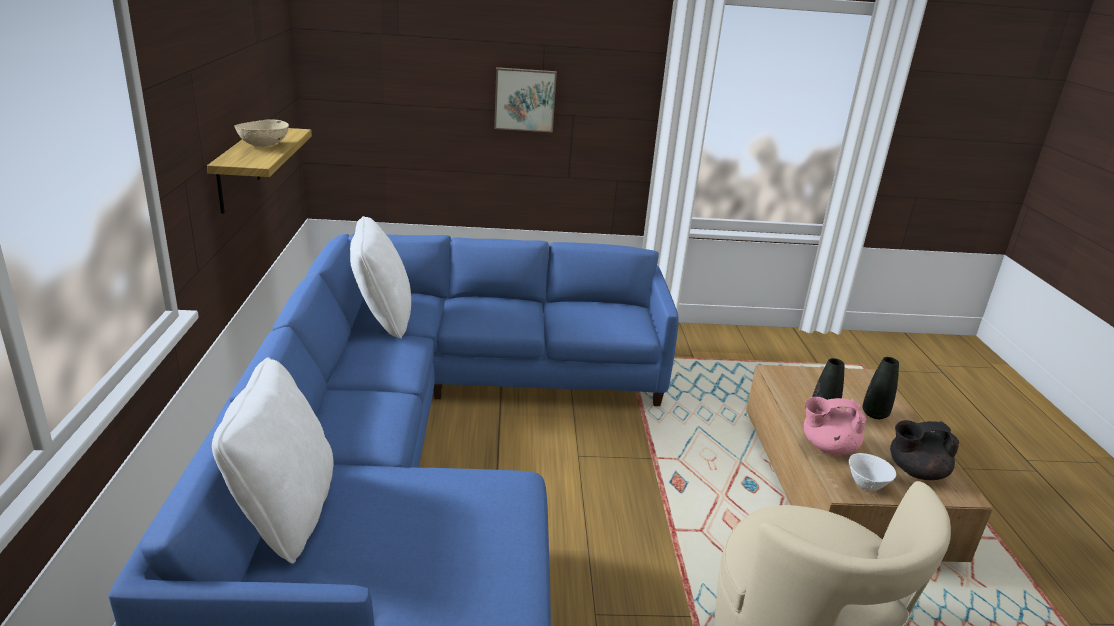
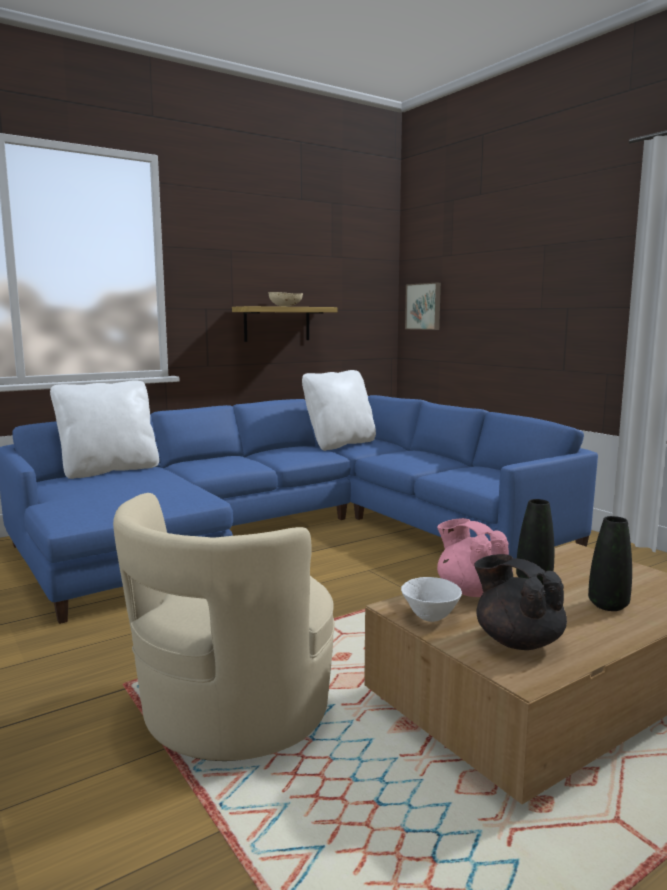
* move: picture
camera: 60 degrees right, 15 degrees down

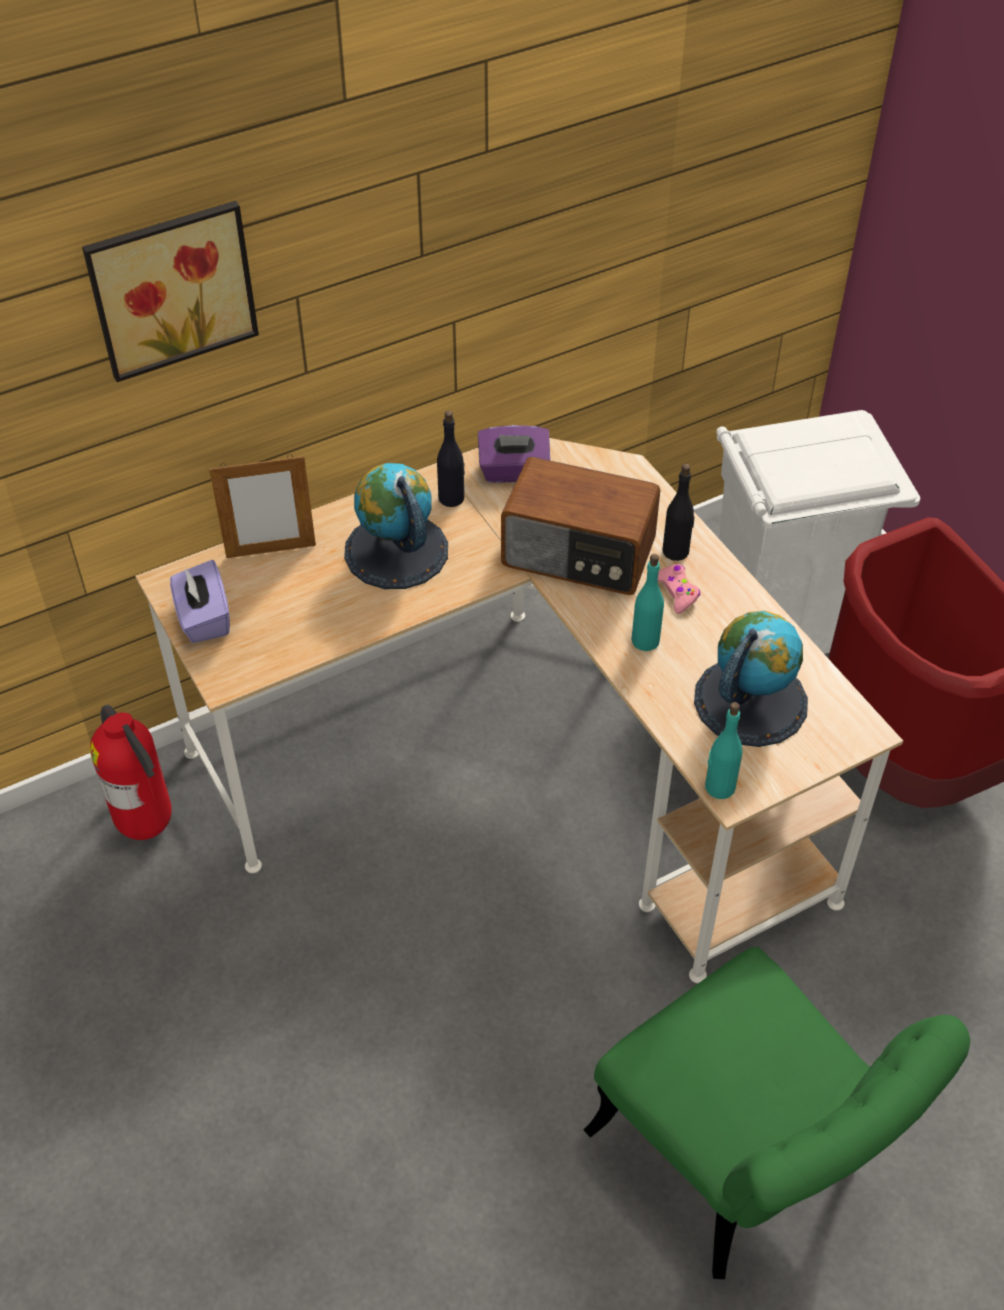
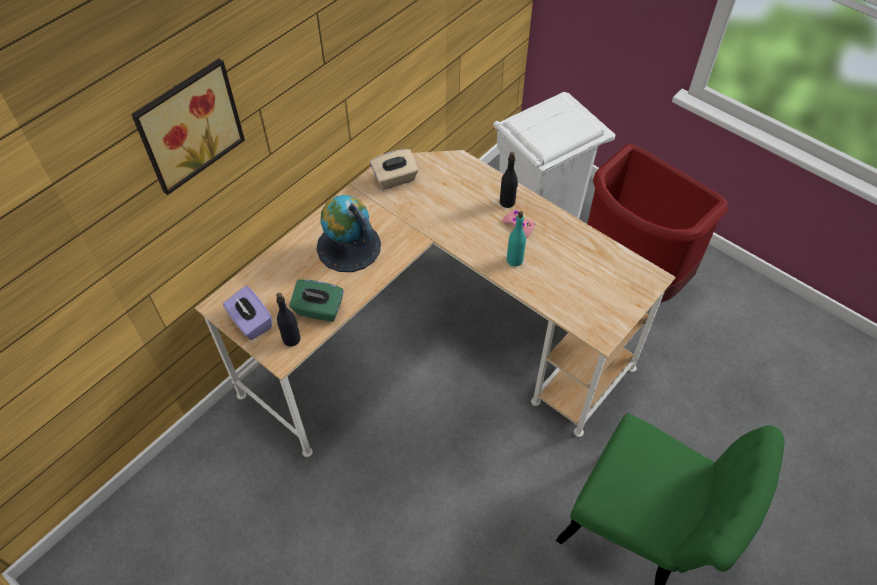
* move: drink bottle in black (1st from left)
* recolor: box of tissues in purple-coloured (2nd from left) to box of tissues in beige-coloured
* delete: standing frame
* delete: radio set
* delete: globe (2nd from left)
* delete: drink bottle in turquoise-coloured (2nd from left)
* delete: fire extinguisher
* insert: box of tissues in green
camera: 20 degrees left, 5 degrees up

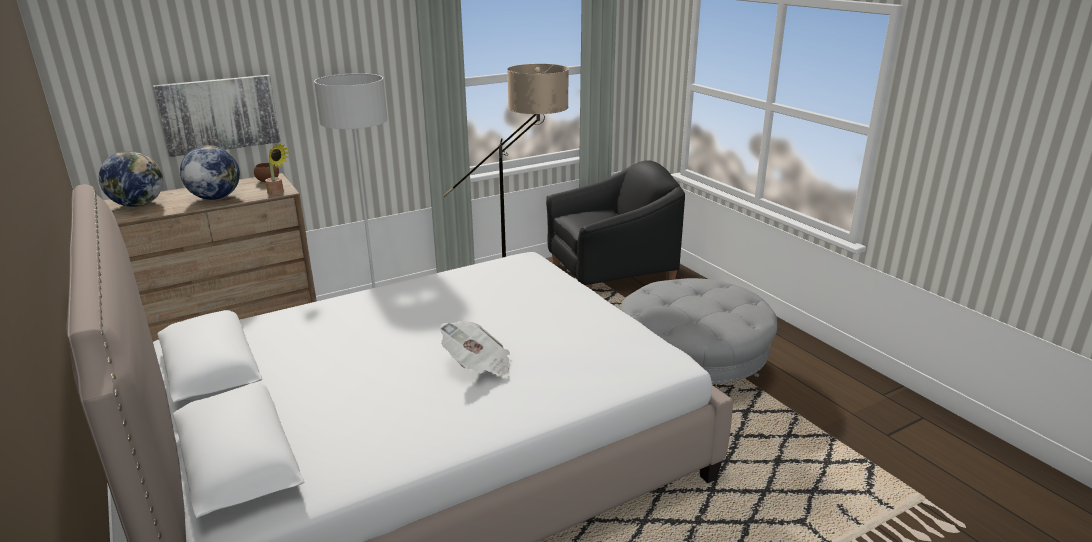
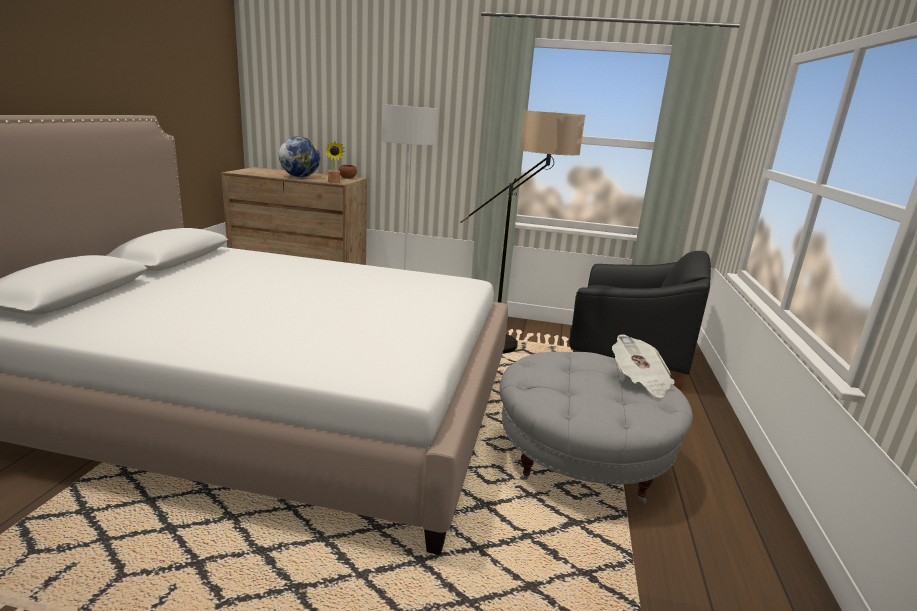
* delete: picture
* delete: globe (1st from left)
* move: printed paper
camera: 40 degrees right, 5 degrees down

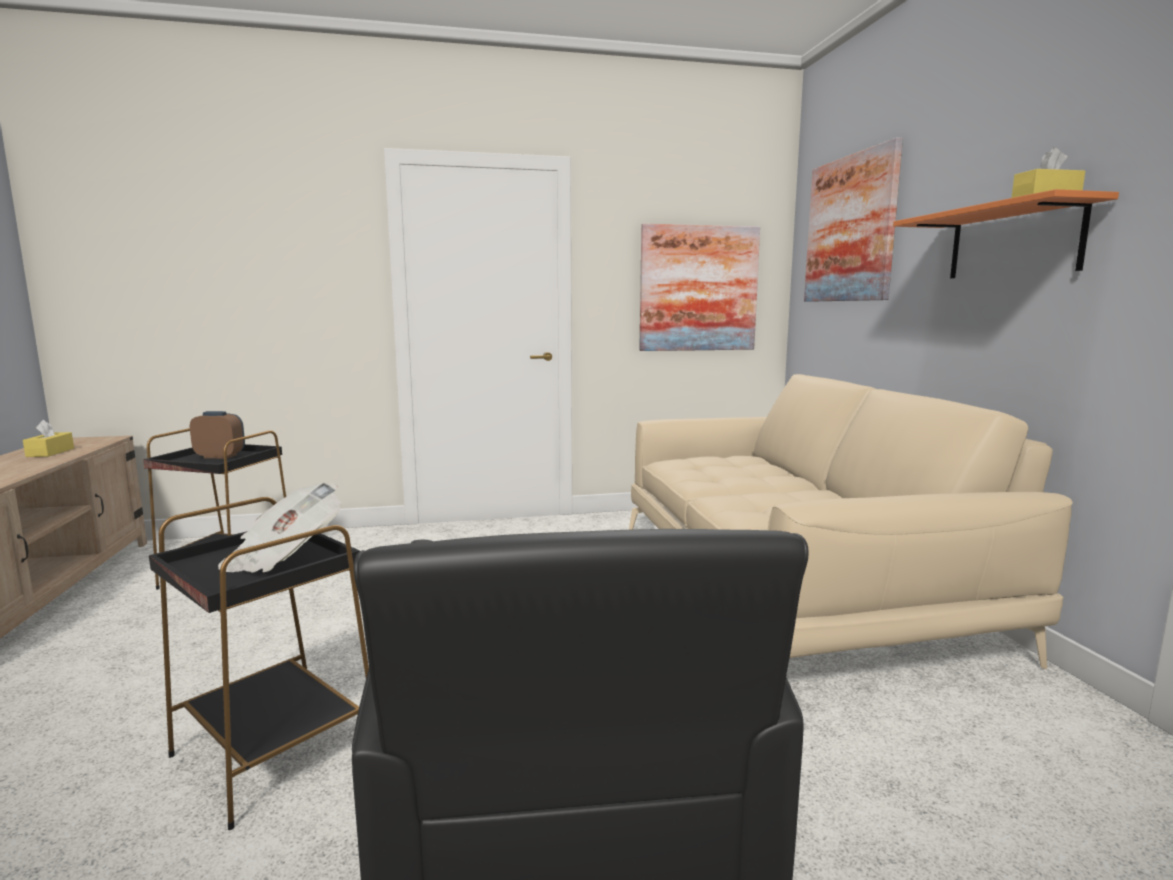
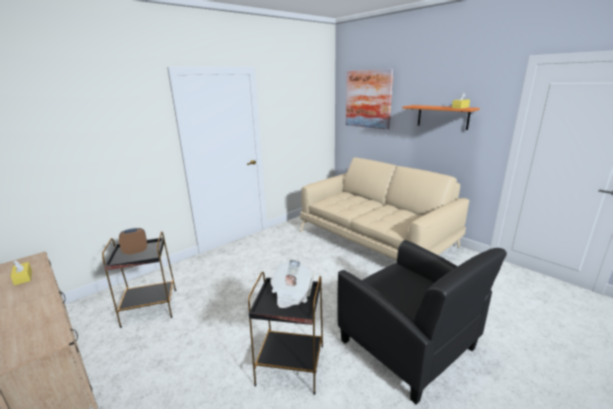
* delete: picture (1st from left)
camera: 30 degrees left, 10 degrees up

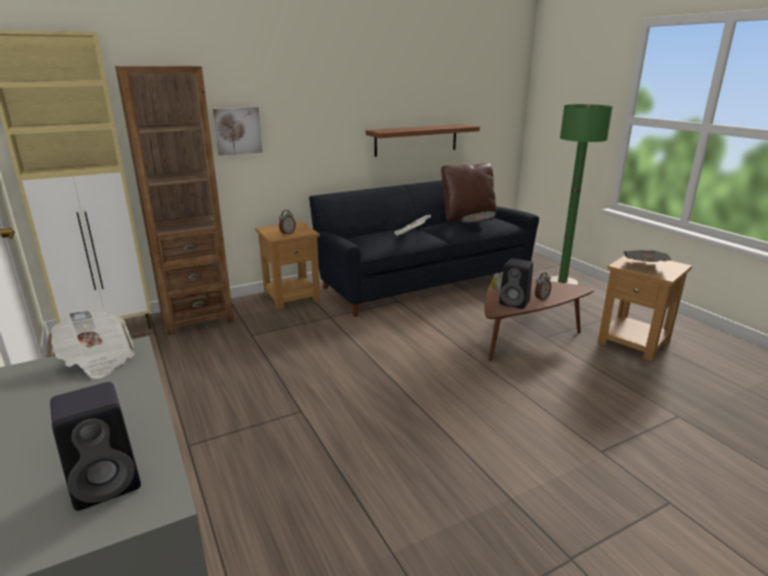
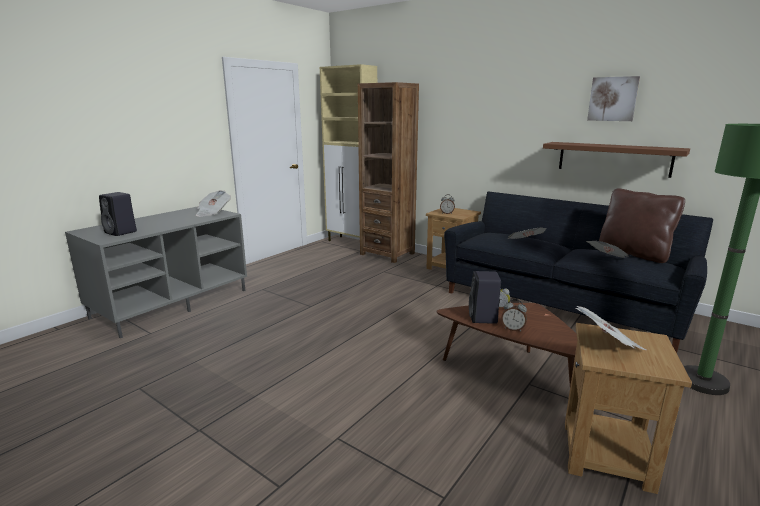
* move: picture
camera: 65 degrees right, 5 degrees down

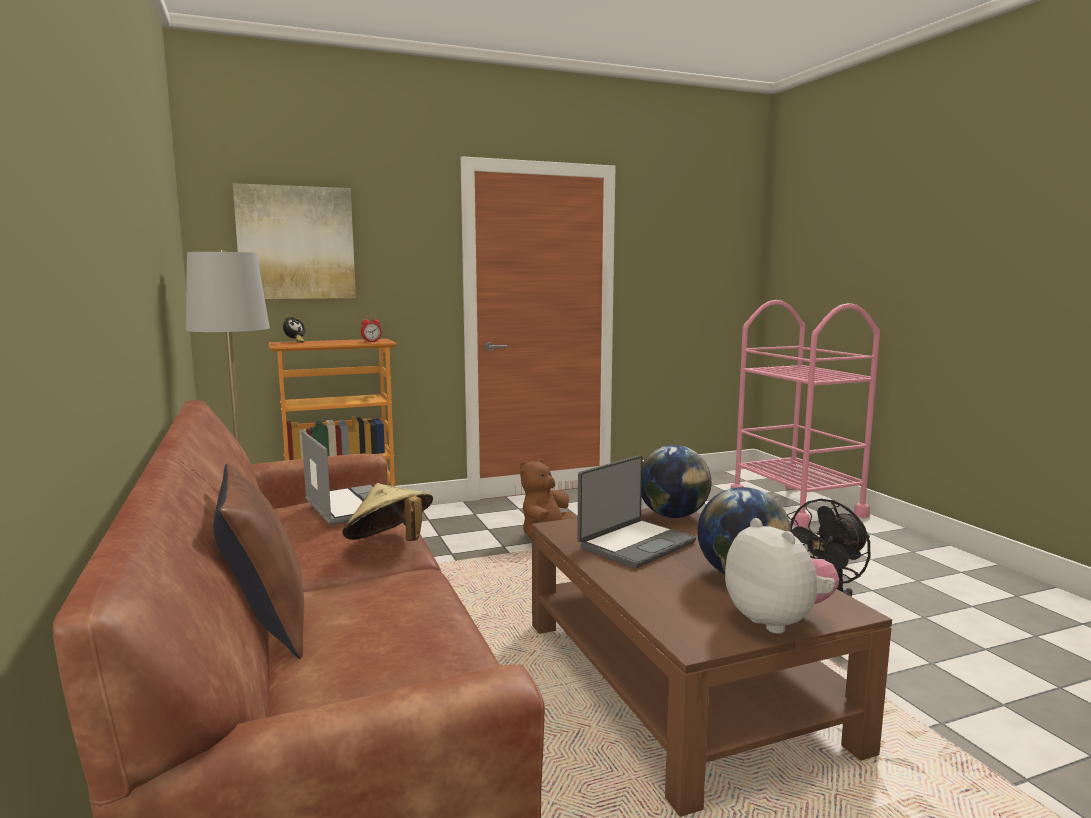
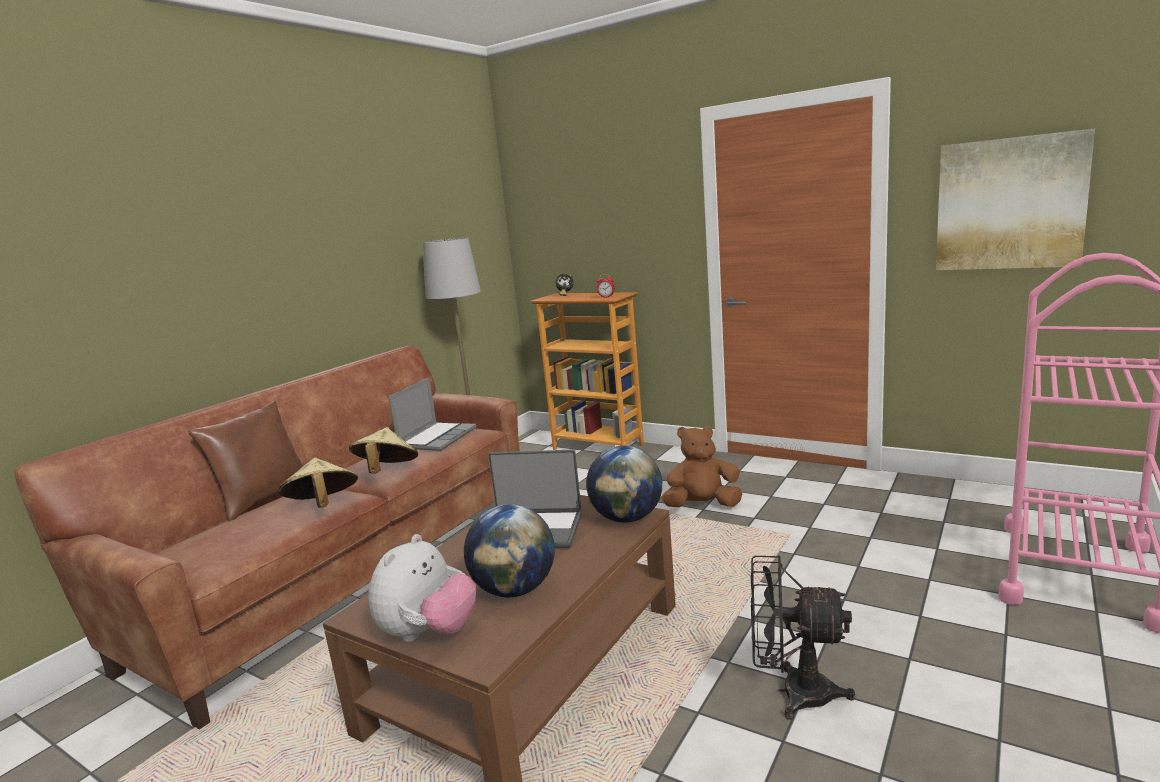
* move: picture
* insert: clothing hat in beige-coloured (1st from left)
camera: 55 degrees right, 5 degrees up

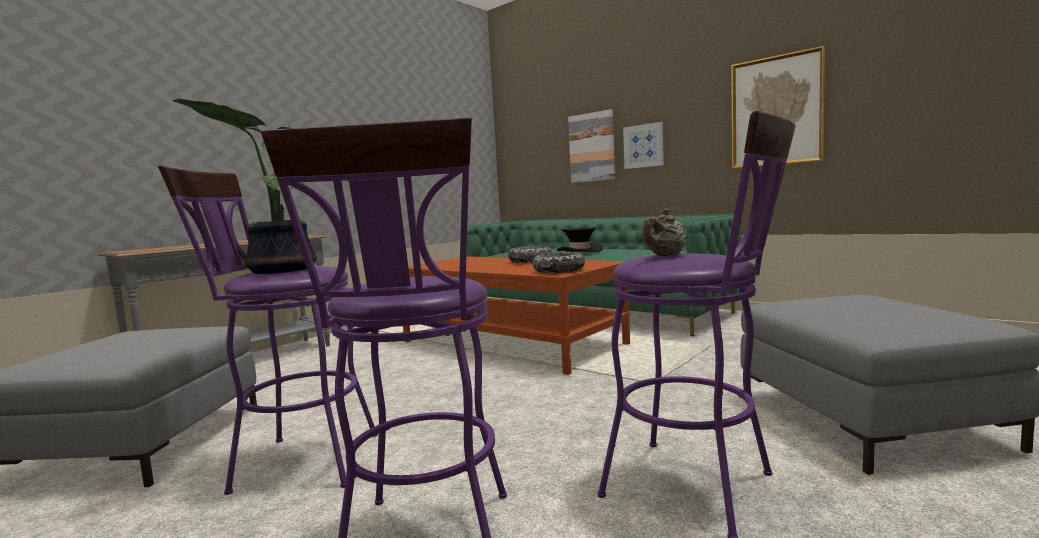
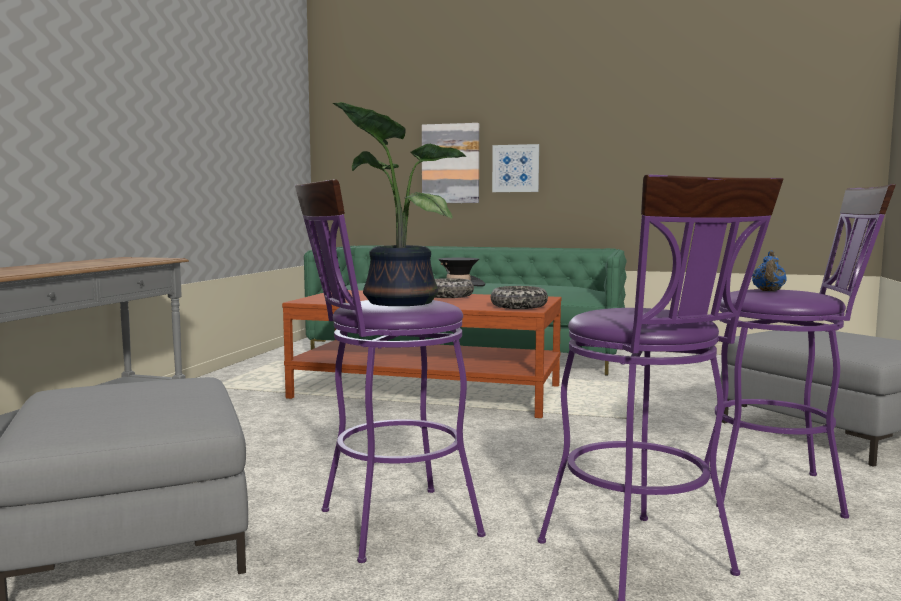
* delete: picture (3rd from left)
* recolor: teapot in beige-coloured to teapot in blue-coloured
camera: 25 degrees left, 0 degrees up

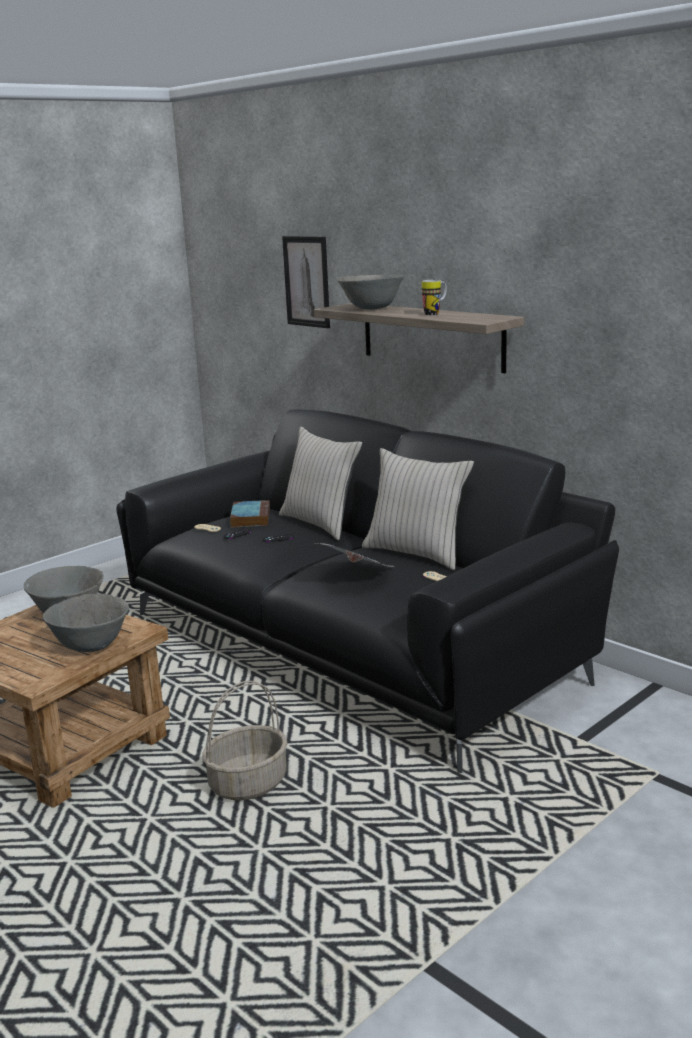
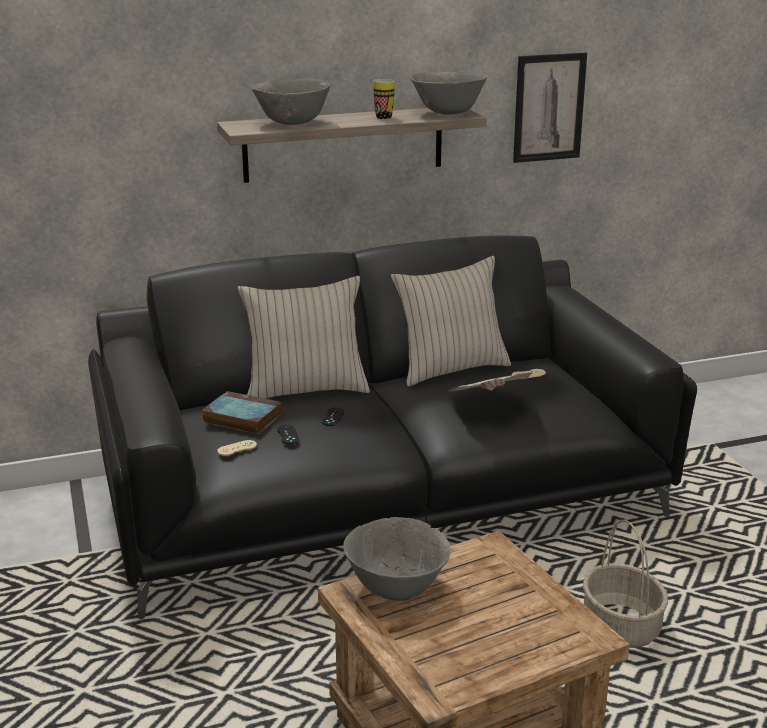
* move: picture
* move: serving bowl in gray (2nd from left in the first image) to serving bowl in gray (3rd from left)
camera: 65 degrees left, 5 degrees up

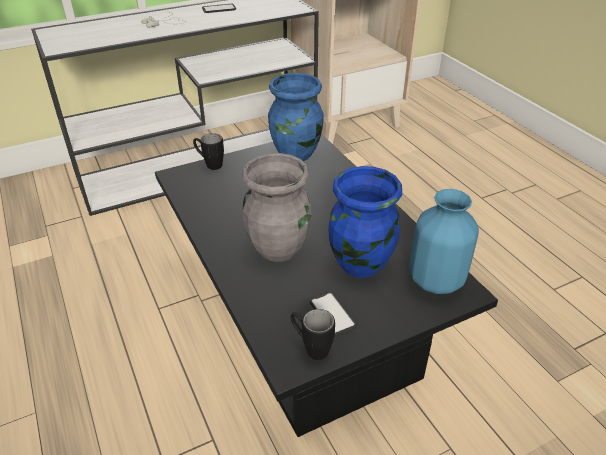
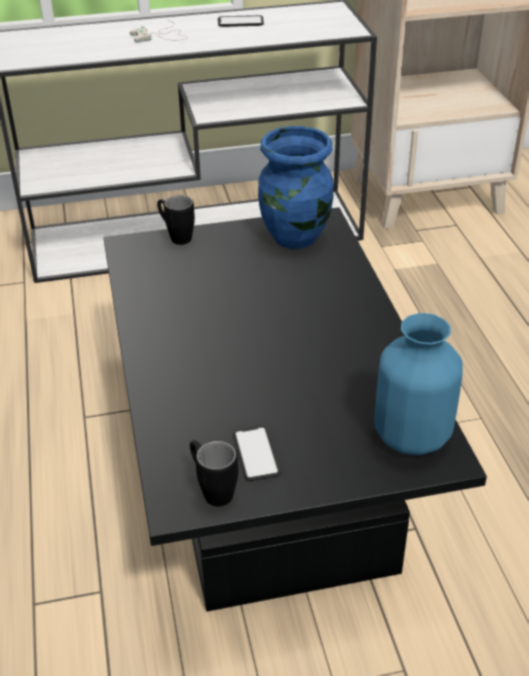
* delete: decorative vase in gray
* delete: decorative vase in blue-coloured (2nd from left)
camera: 15 degrees right, 0 degrees up

